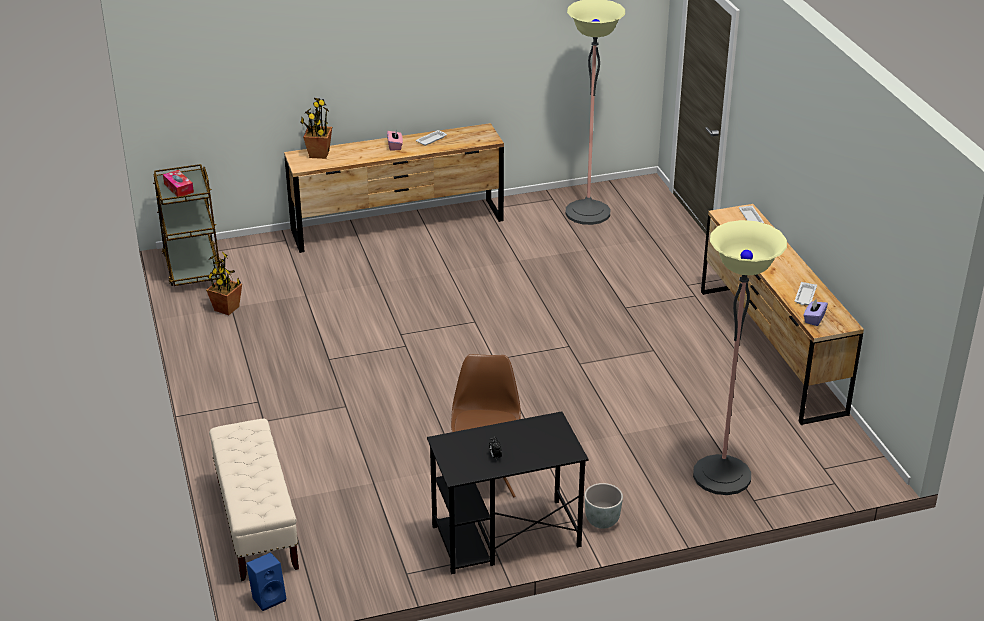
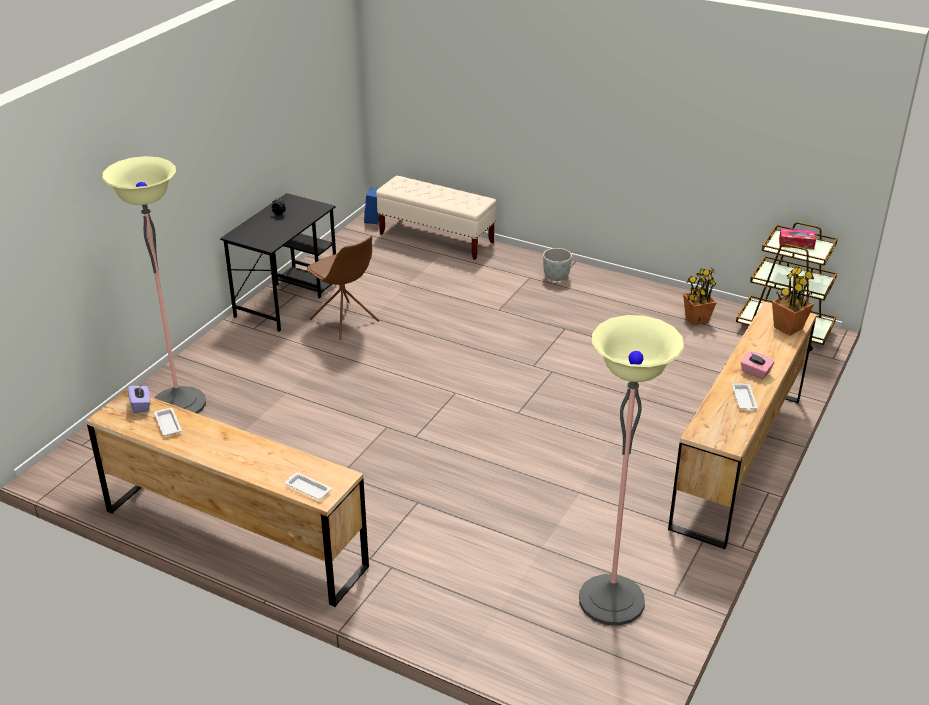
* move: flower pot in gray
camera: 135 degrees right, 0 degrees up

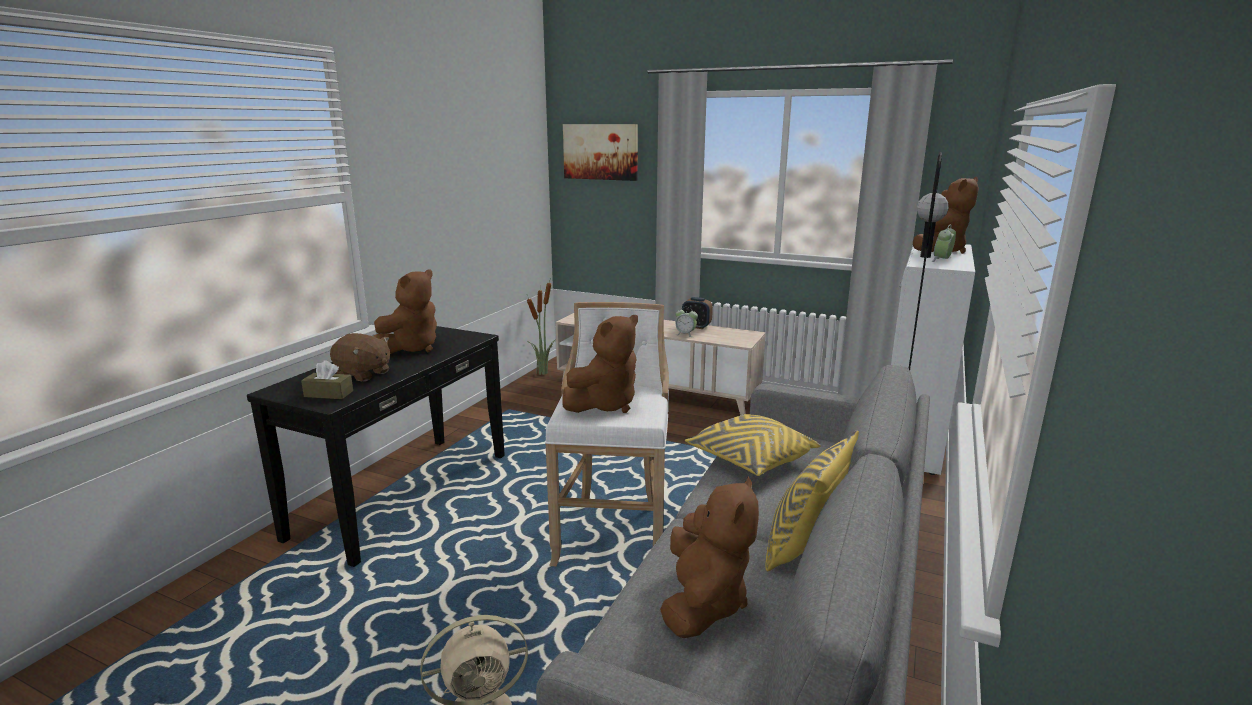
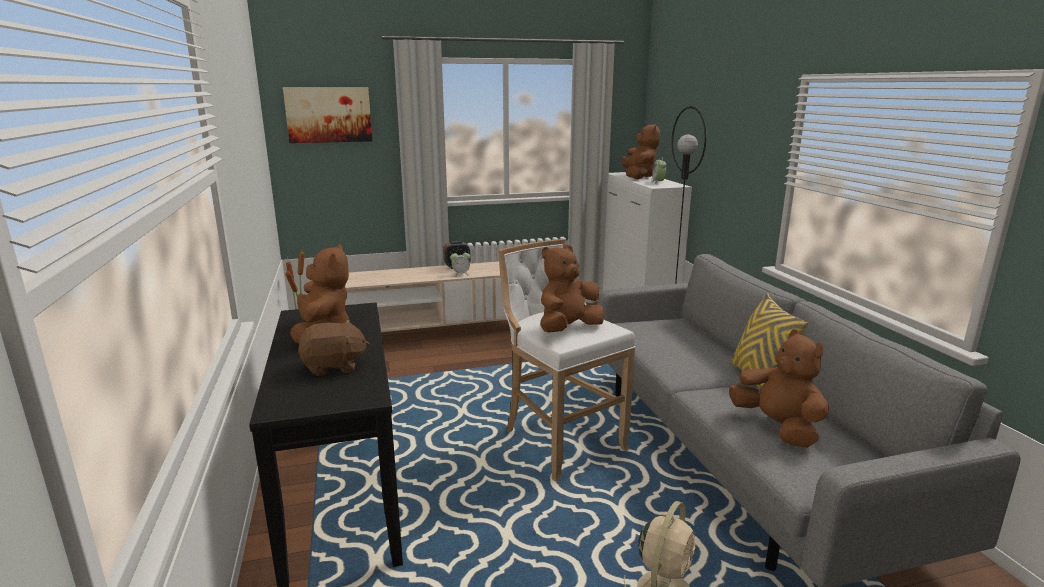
* rotate: cuddly toy in brown-coloured (3rd from left) 135 degrees counterclockwise
* delete: box of tissues in brown-coloured
* delete: pillow in yellowish (1st from left)
camera: 40 degrees left, 0 degrees up

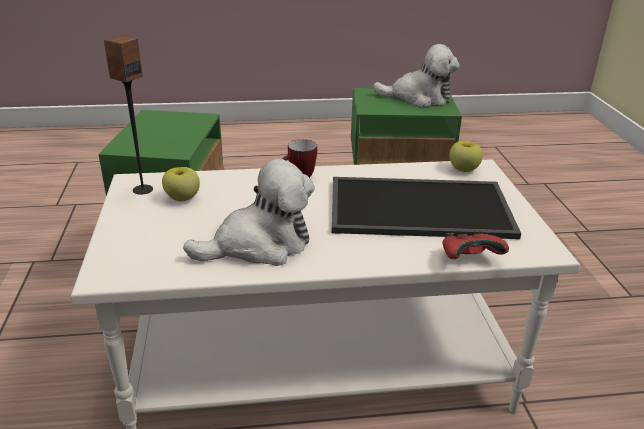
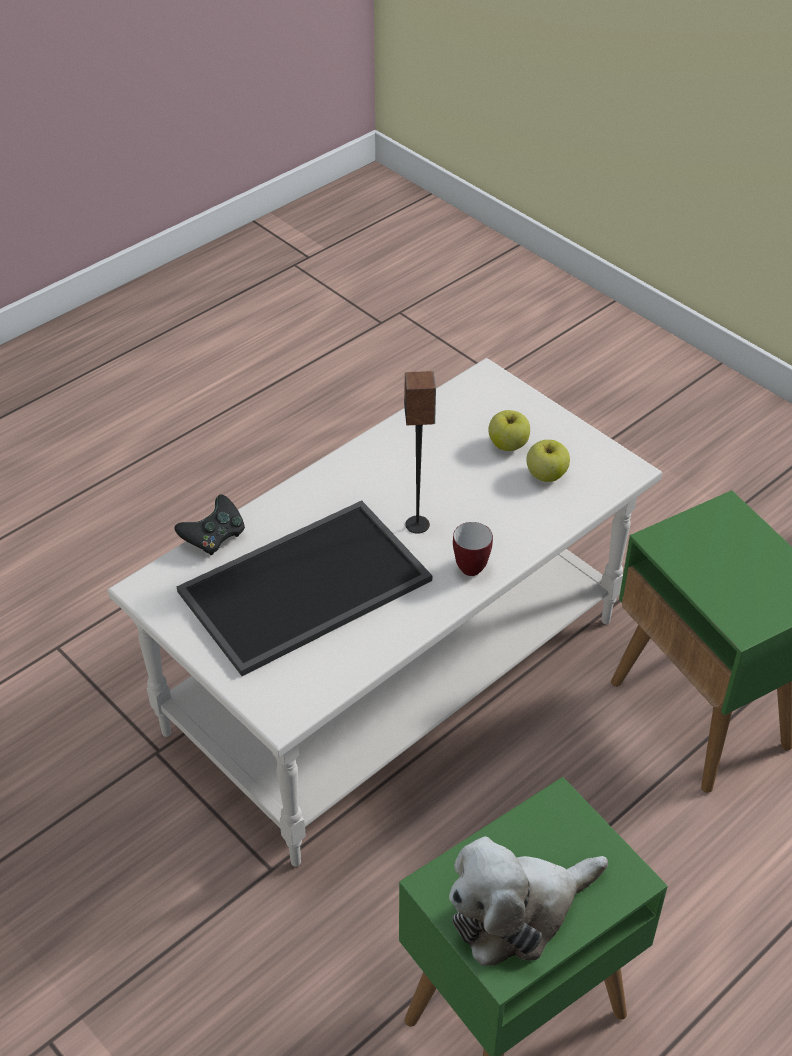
* move: speaker
* move: apple (2nd from left in the first image) to apple (1st from left)
* delete: cuddly toy (1st from left)
* recolor: joypad in red to joypad in black
camera: 145 degrees right, 15 degrees up

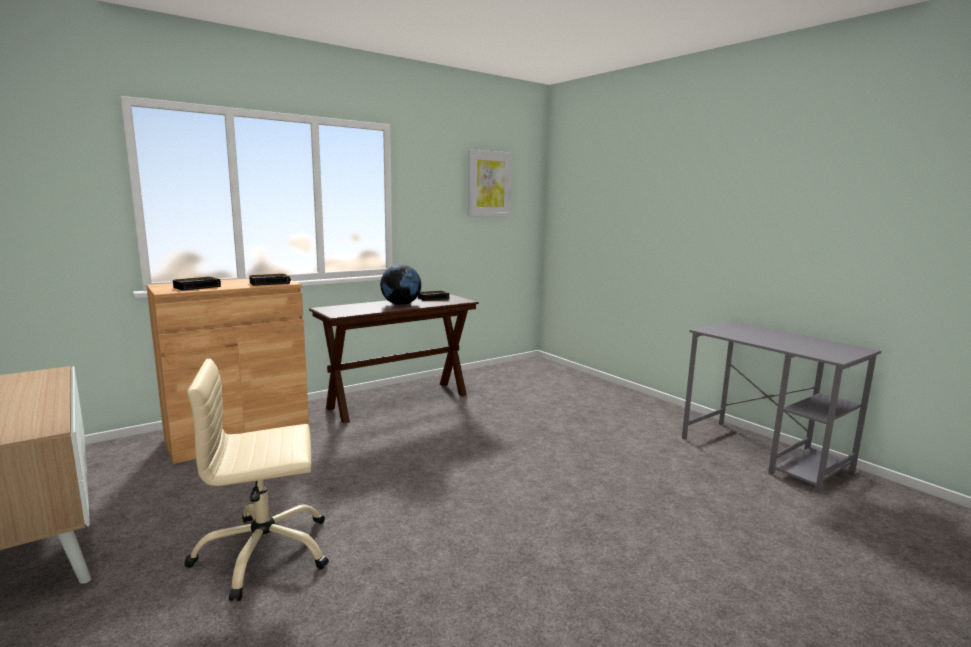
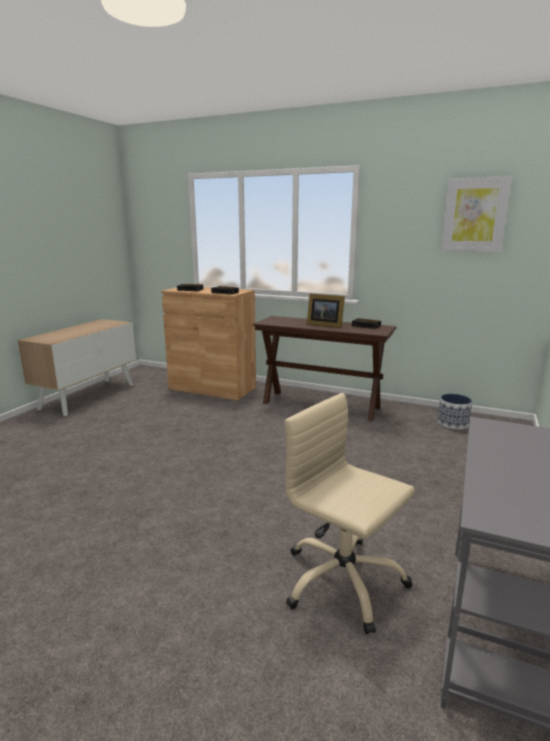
* replace: globe to standing frame
* move: desk chair in beige-coloured
* insert: flower pot
camera: 60 degrees right, 5 degrees up

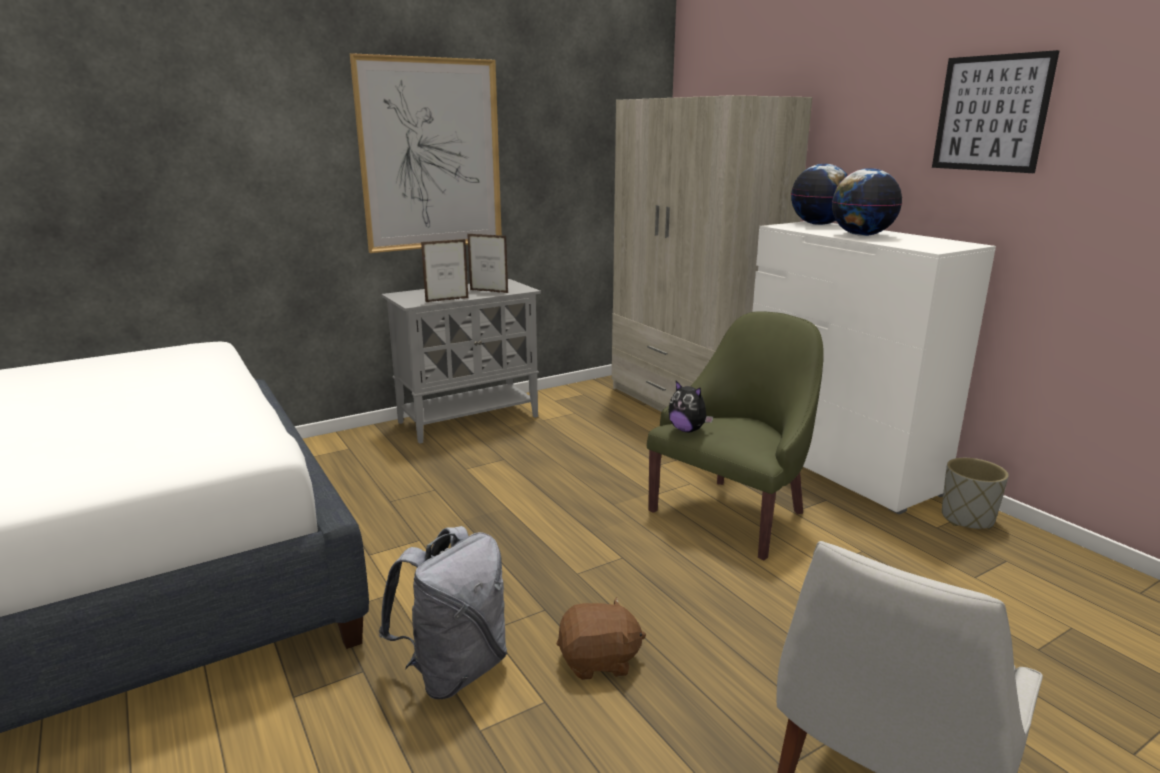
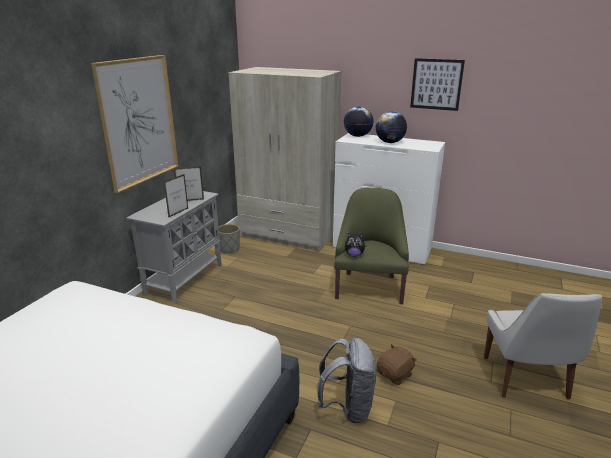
* move: flower pot in gray
camera: 35 degrees left, 5 degrees up

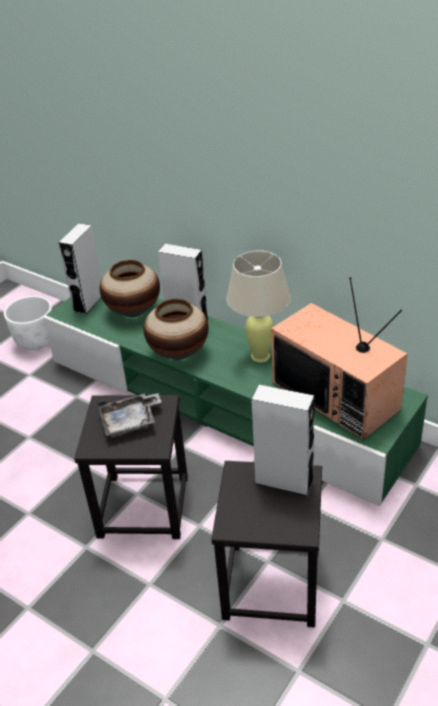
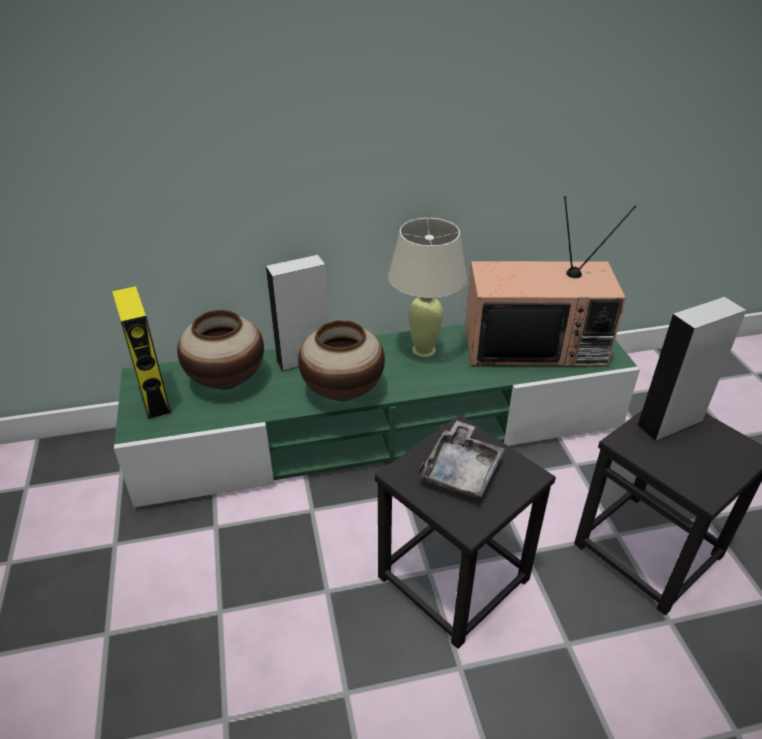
* recolor: speaker in gray (1st from left) to speaker in yellowish
* delete: flower pot in whitish
camera: 50 degrees left, 0 degrees up

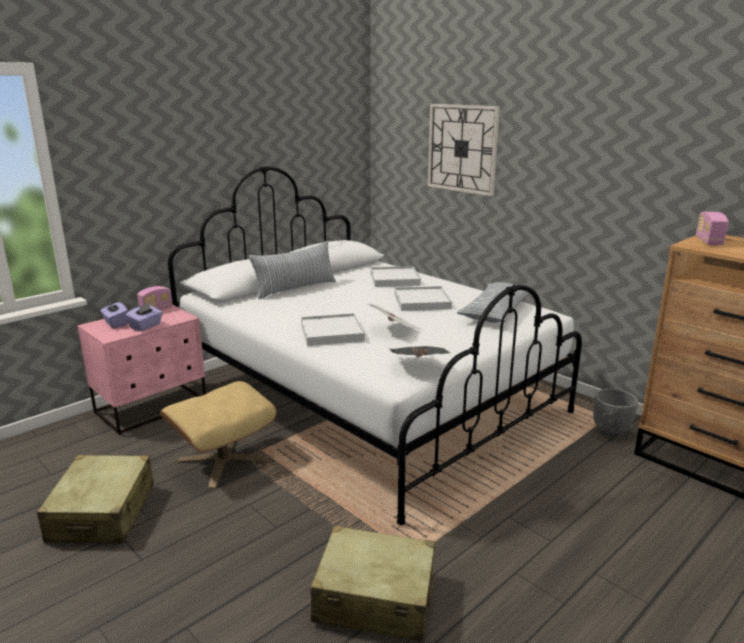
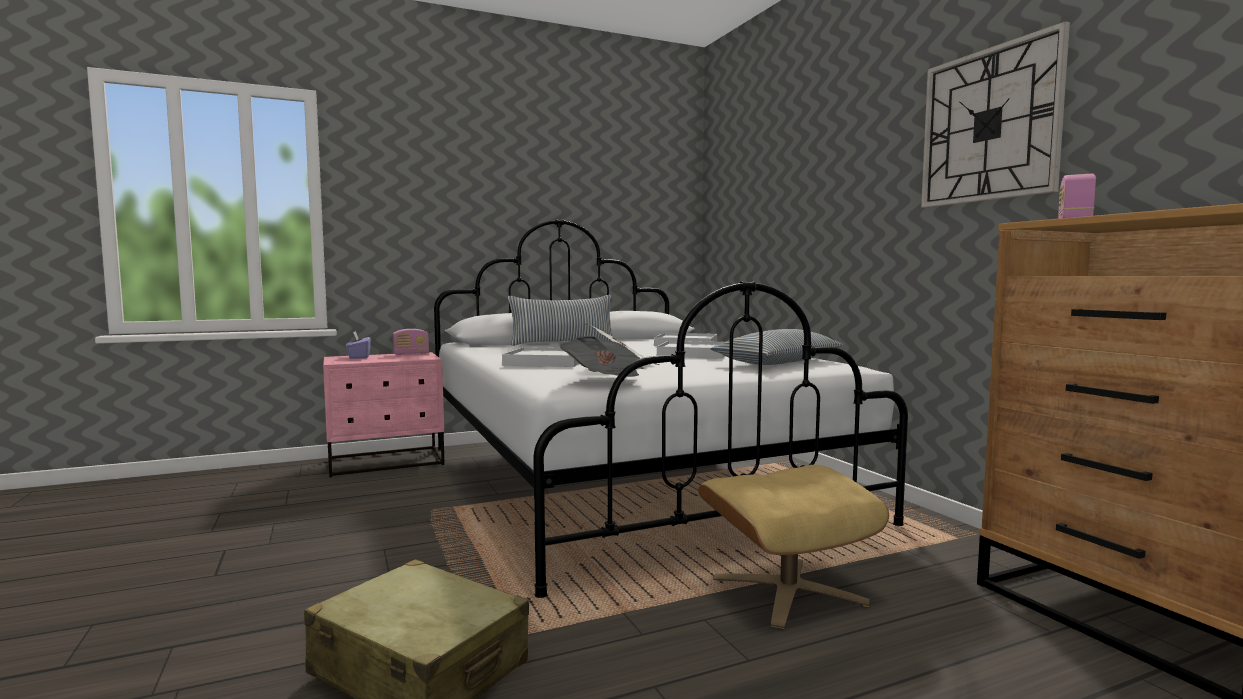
* move: wall clock
* delete: box of tissues in purple-coloured (2nd from left)
* move: ottoman in beige-coloured
* delete: flower pot in gray
* delete: travel case in beige-coloured (1st from left)
camera: 20 degrees right, 15 degrees down

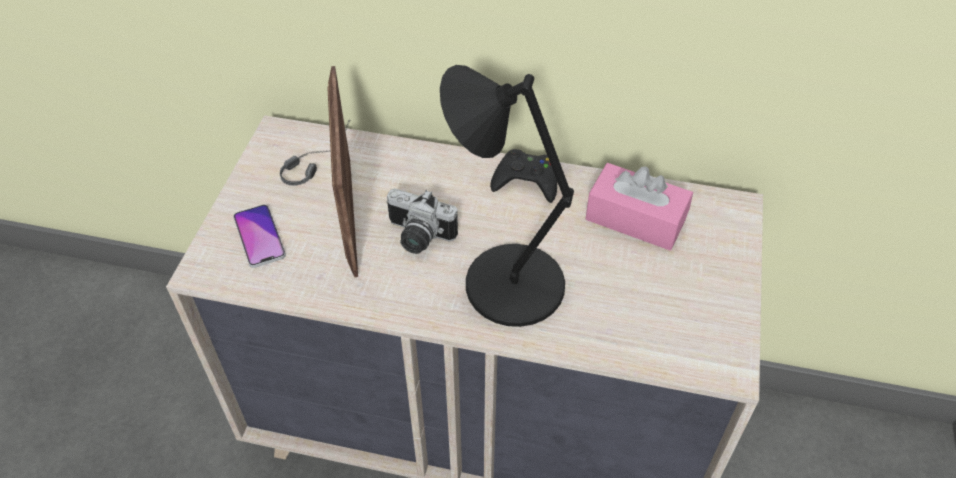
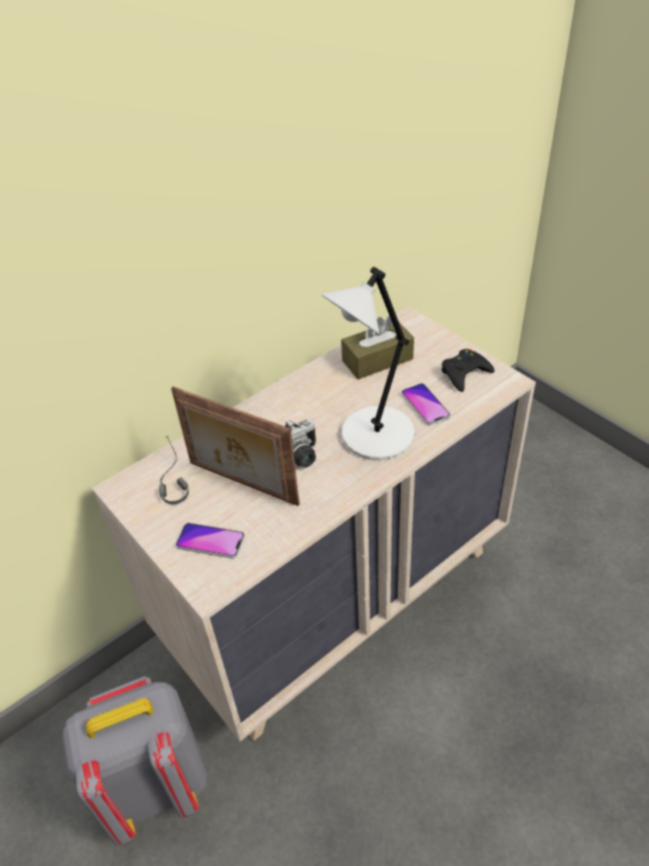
* recolor: table lamp in black to table lamp in whitish
* move: joypad in black
* recolor: box of tissues in pinkish to box of tissues in brown-coloured
* insert: phone (2nd from left)
* insert: rucksack in gray
camera: 50 degrees left, 5 degrees down

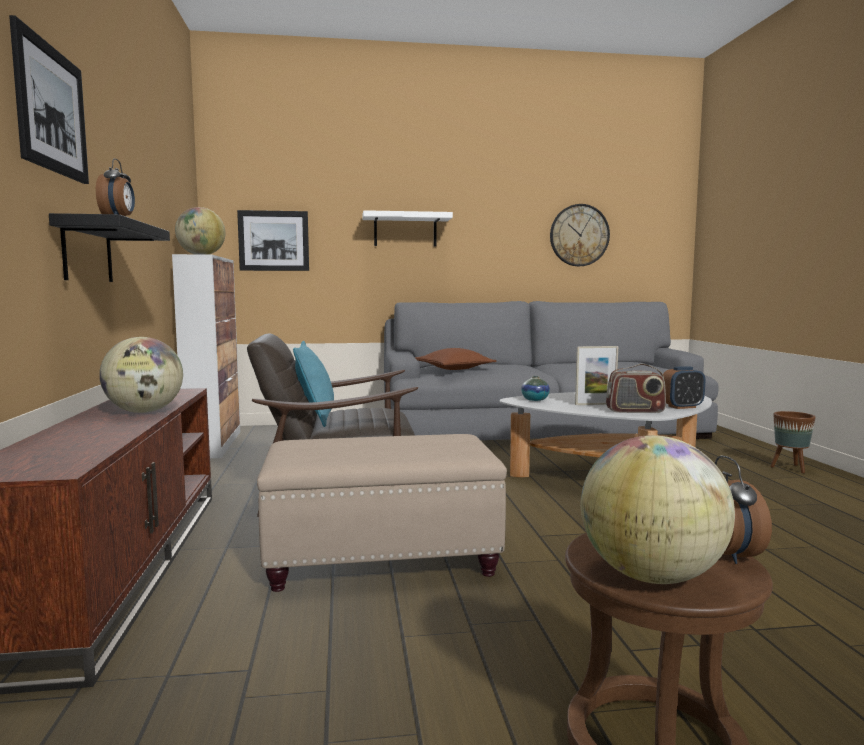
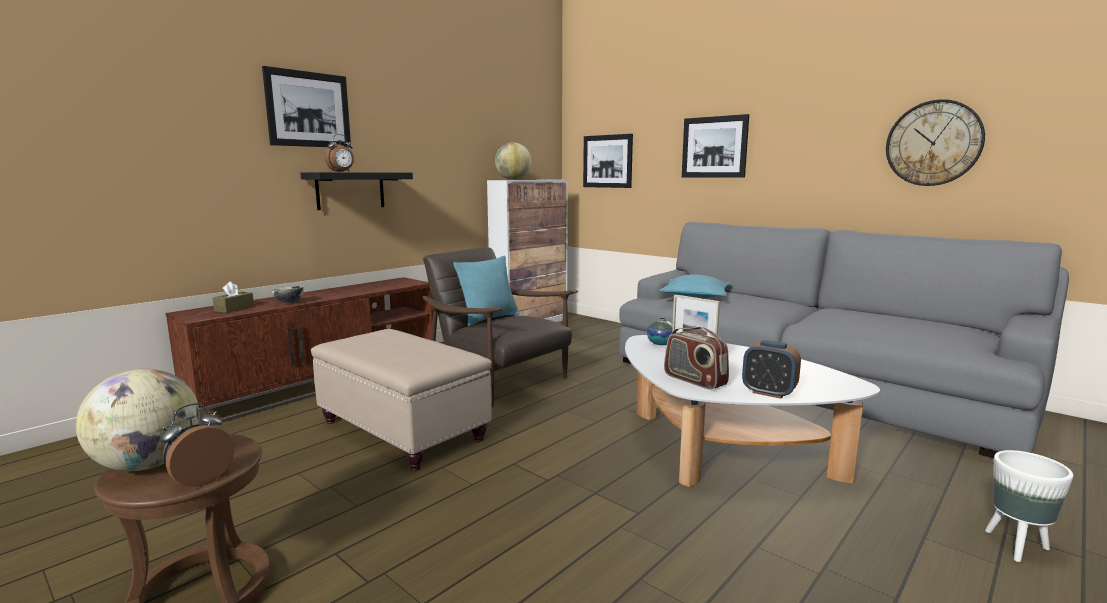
* replace: wall shelf in whitish to picture (3rd from left)
* delete: globe (1st from left)
* recolor: pillow in brown-coloured to pillow in turquoise-coloured (2nd from left)
* recolor: flower pot in brown-coloured to flower pot in whitish
* insert: box of tissues in brown-coloured
* insert: serving bowl
camera: 50 degrees right, 5 degrees up

